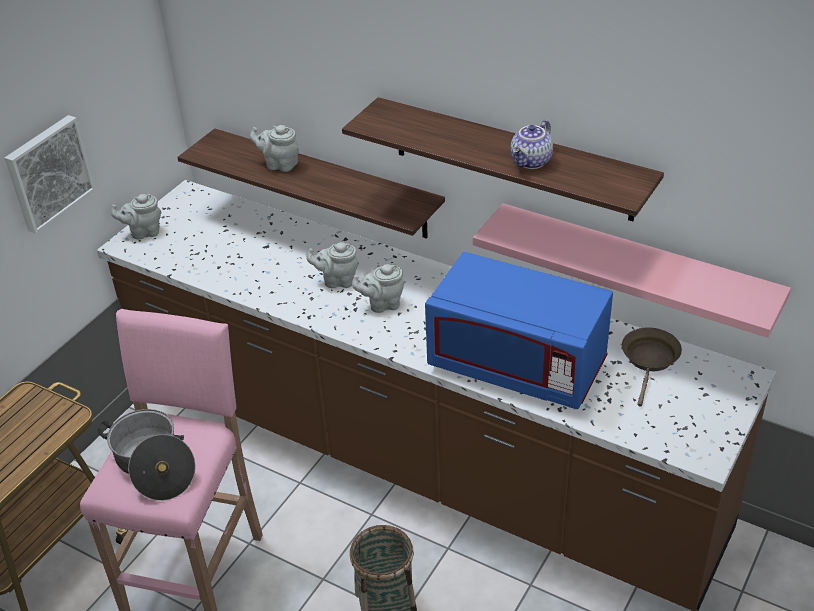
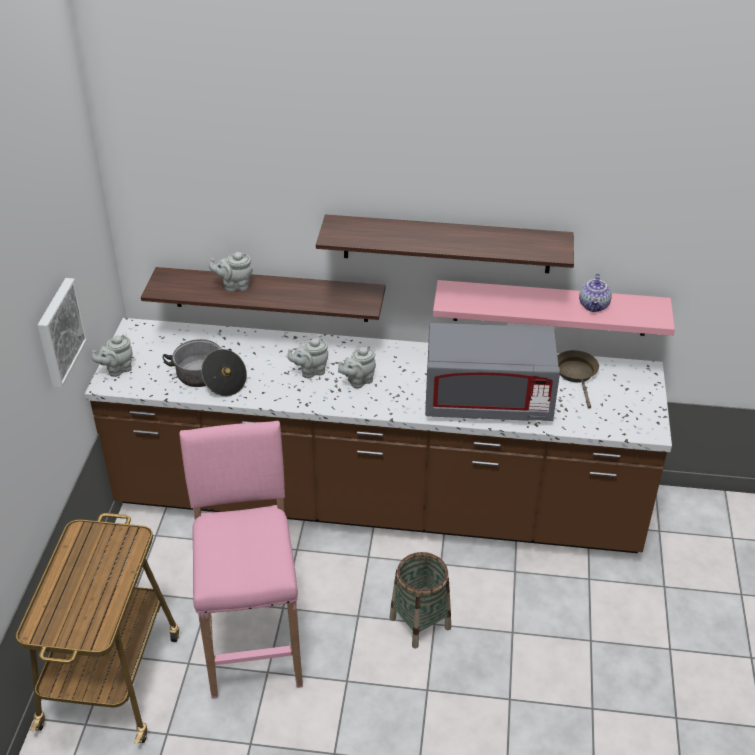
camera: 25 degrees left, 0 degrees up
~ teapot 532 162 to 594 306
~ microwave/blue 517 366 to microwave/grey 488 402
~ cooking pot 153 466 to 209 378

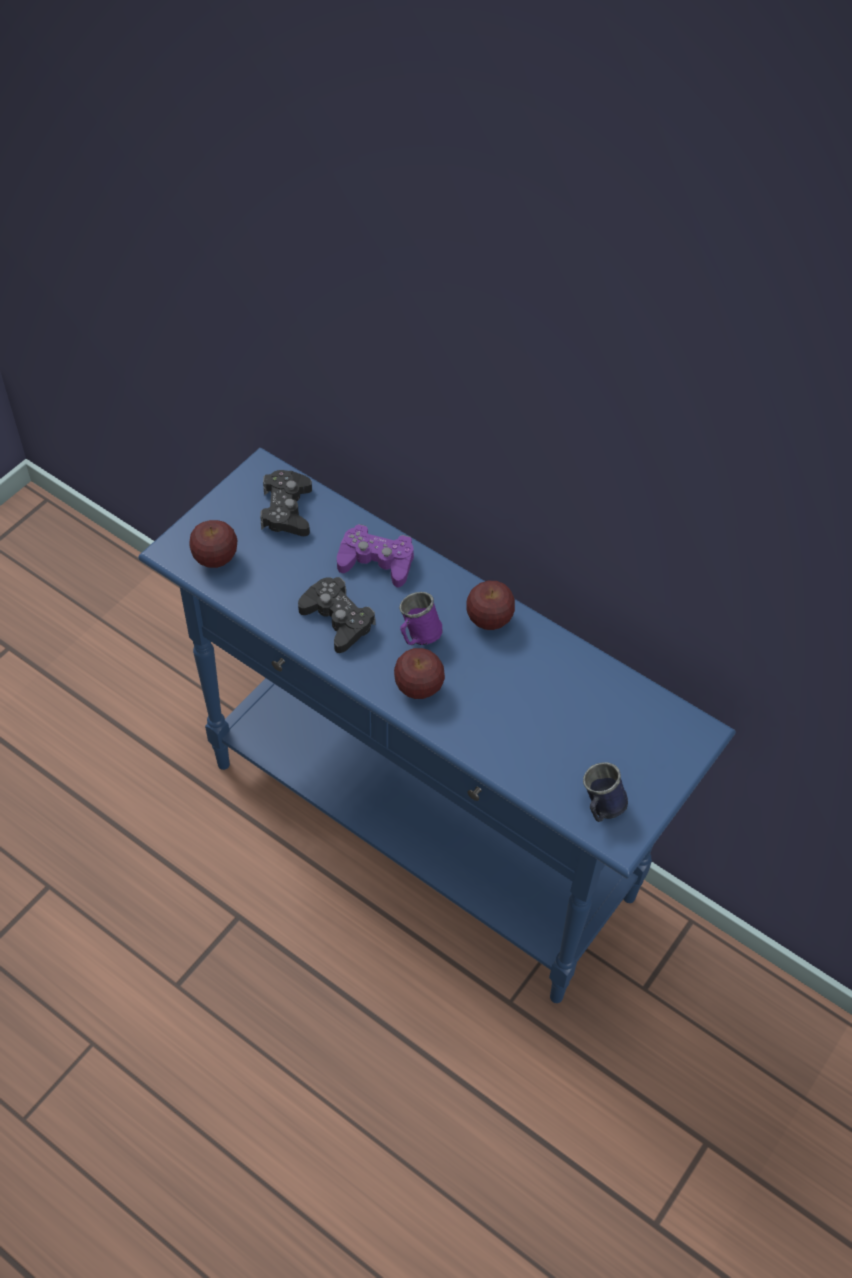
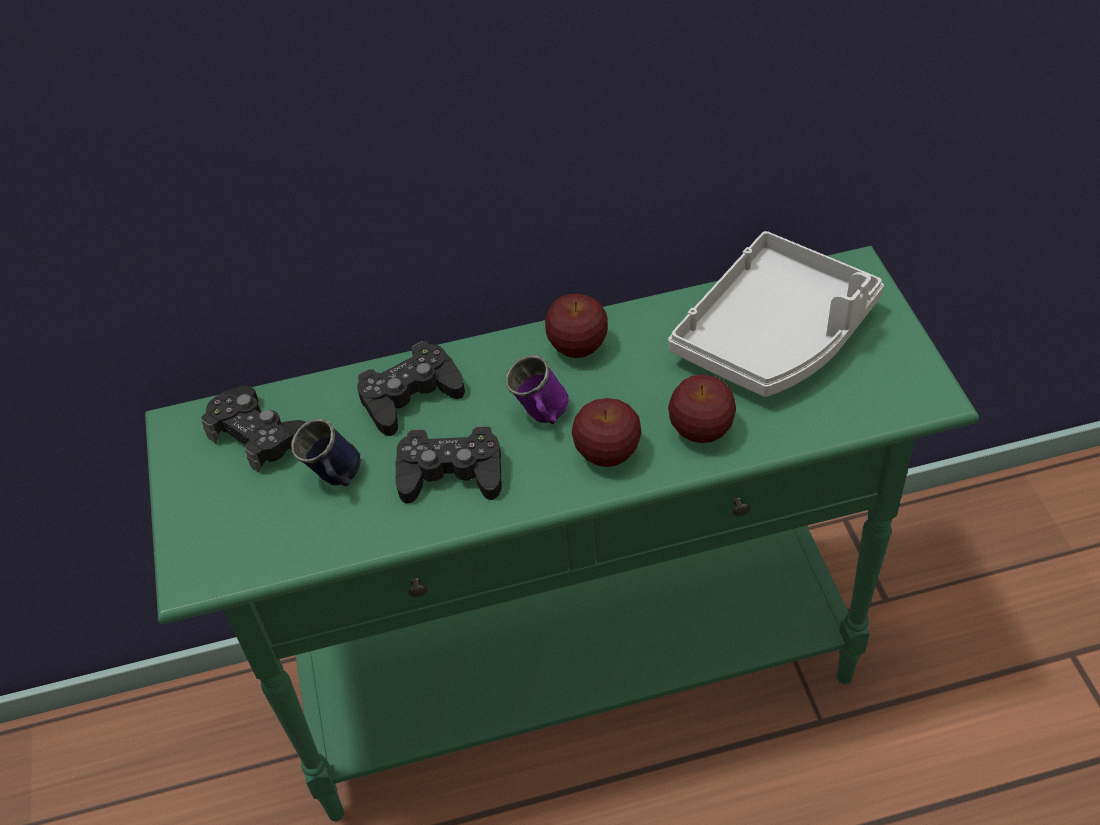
camera: 45 degrees left, 5 degrees down
~ console table/blue 421 832 to console table/green 577 675
~ apple 216 558 to 701 430
~ game controller/purple 376 561 to game controller/black 410 396
~ mug/blue 600 809 to 335 479
+ tray/grey 775 335

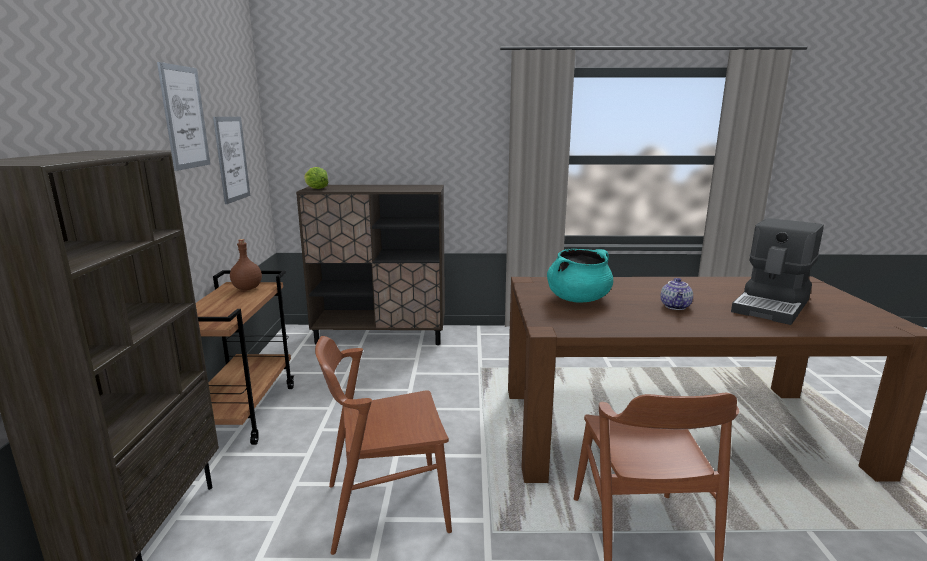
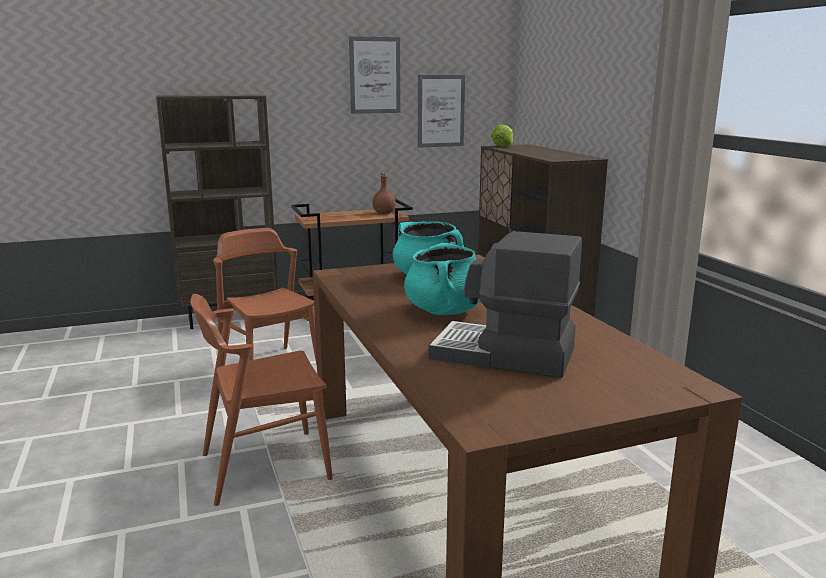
camera: 70 degrees right, 0 degrees up
~ teapot 676 306 to cooking pot/turquoise 445 311

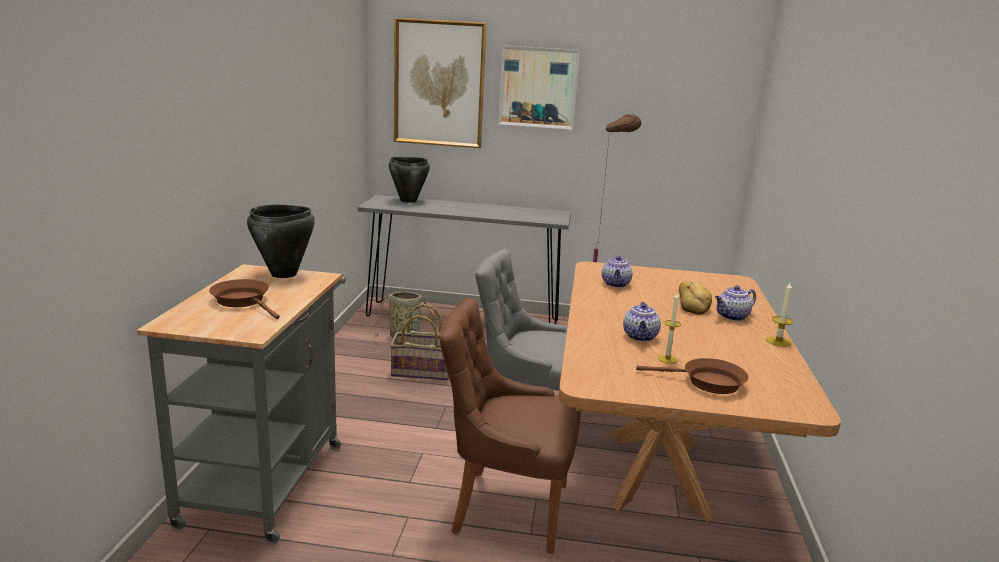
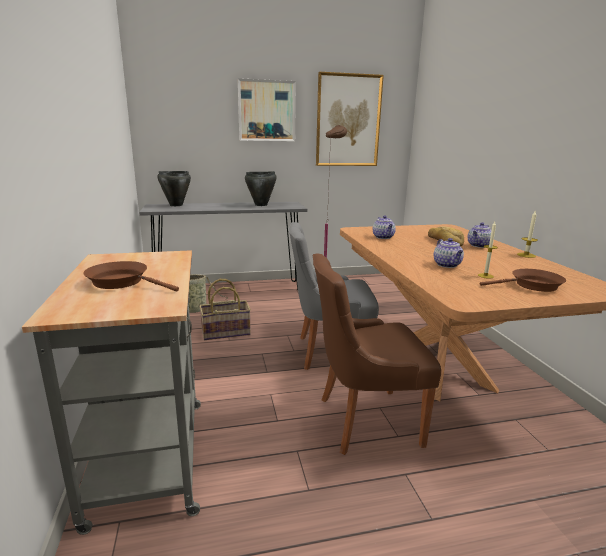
camera: 20 degrees left, 0 degrees up
~ picture 439 84 to 348 121
~ cooking pot/black 284 274 to 261 205

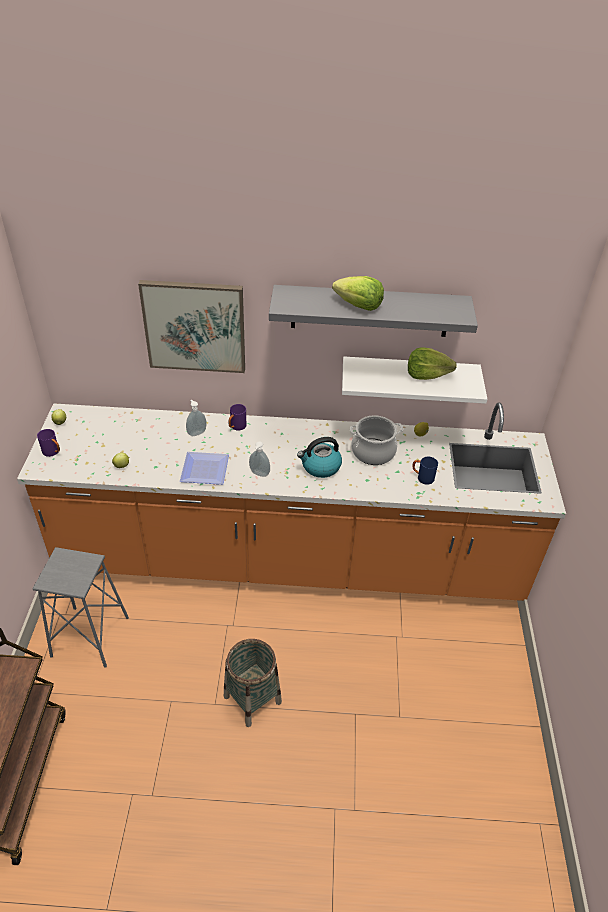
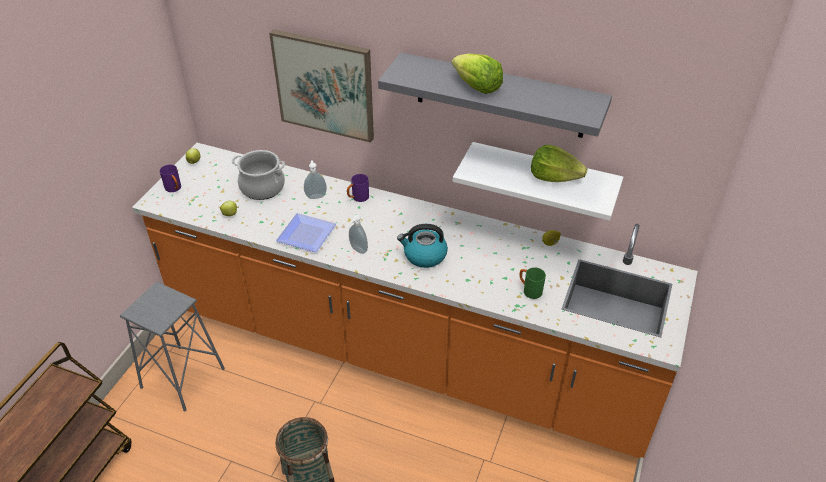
camera: 20 degrees right, 0 degrees up
~ cooking pot 373 452 to 262 187
~ mug/blue 422 478 to mug/green 529 290

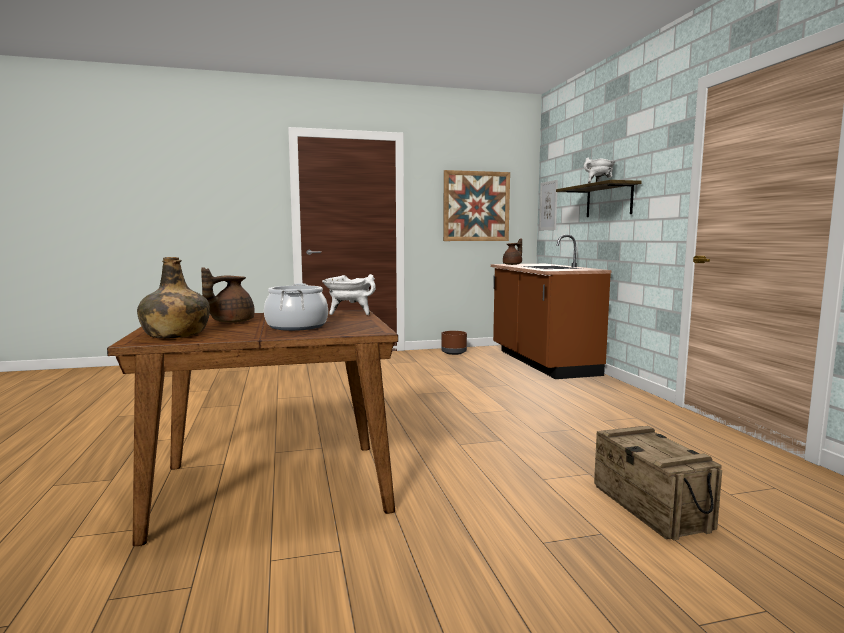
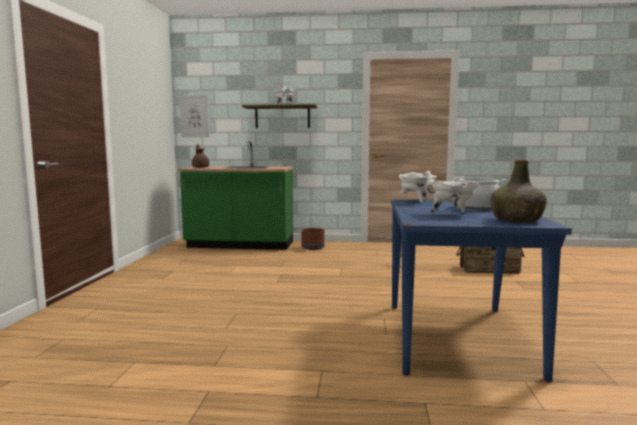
camera: 70 degrees left, 0 degrees up
- picture 476 206
~ counter/brown 541 362 to counter/green 240 245
~ teapot/brown 230 322 to cooking pot/white 452 214
~ dining table/brown 271 488 to dining table/blue 457 337
~ planter/brown 453 353 to 313 248

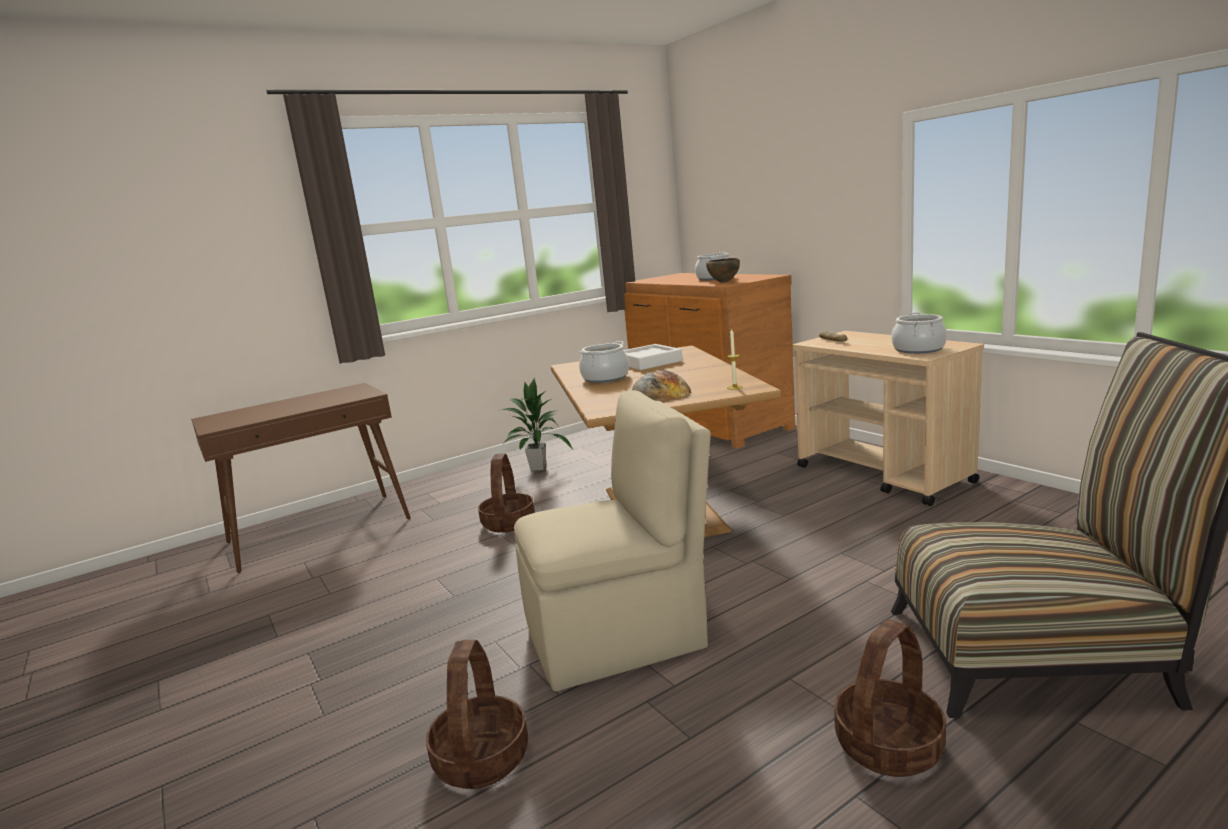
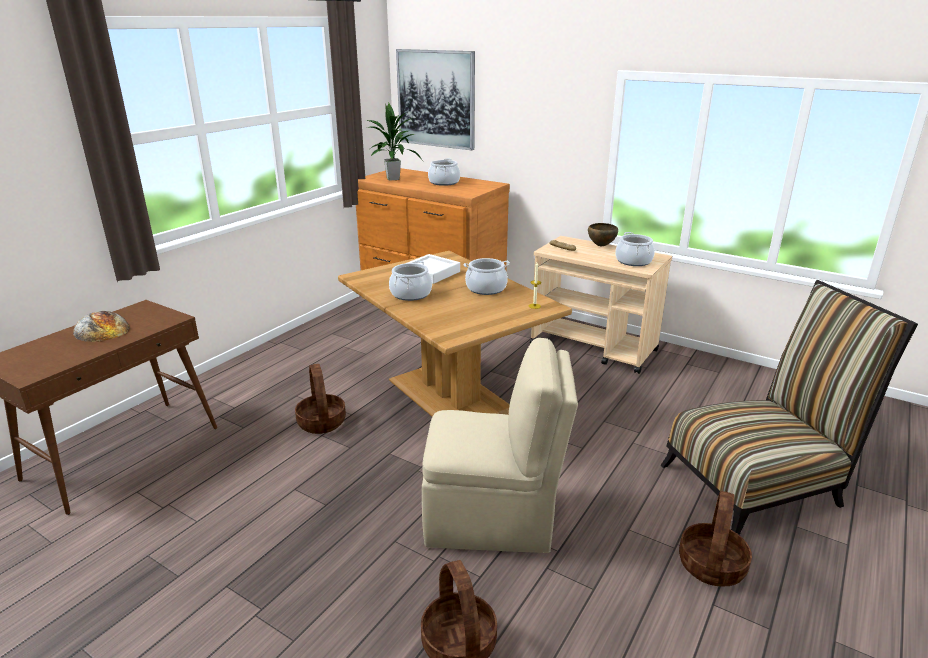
camera: 25 degrees left, 10 degrees up
~ bowl/brown 723 282 to 601 246
~ bread 661 391 to 102 329
~ potted plant 538 468 to 393 179
~ chair/beige 619 636 = 492 518 45 degrees clockwise
+ picture 436 99
+ cooking pot 486 288

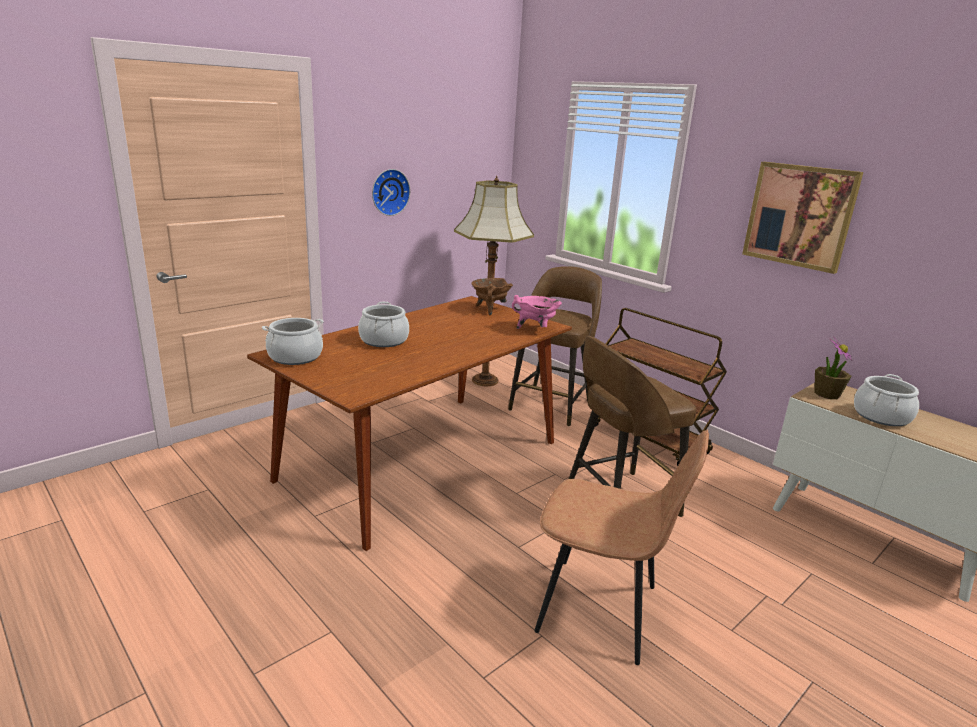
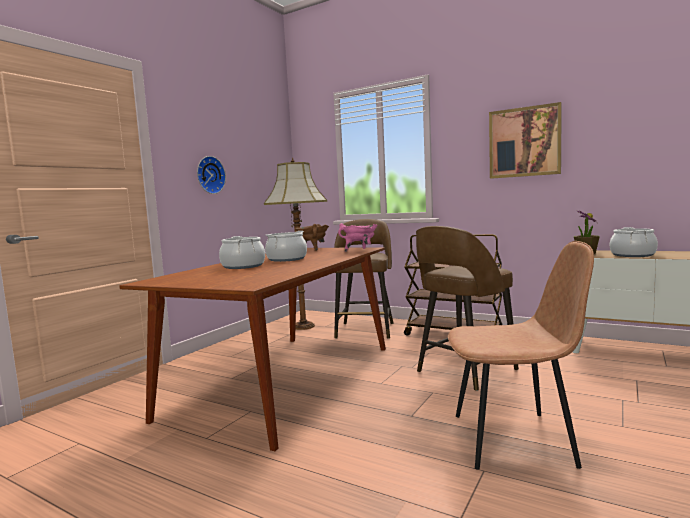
camera: 15 degrees left, 15 degrees down
~ cooking pot 295 357 to 286 259

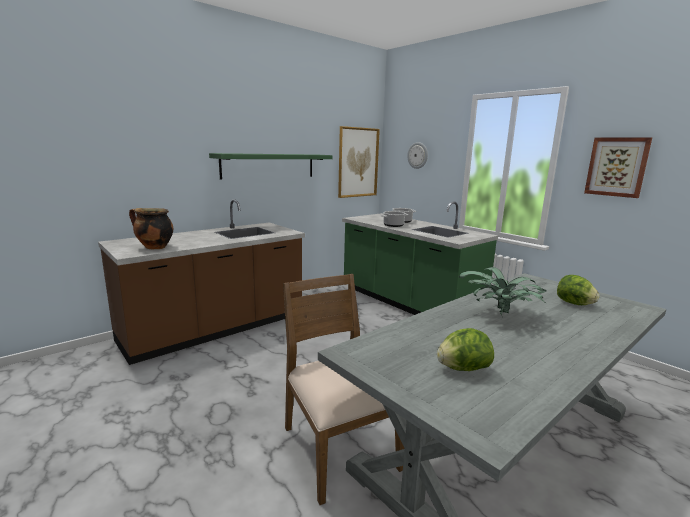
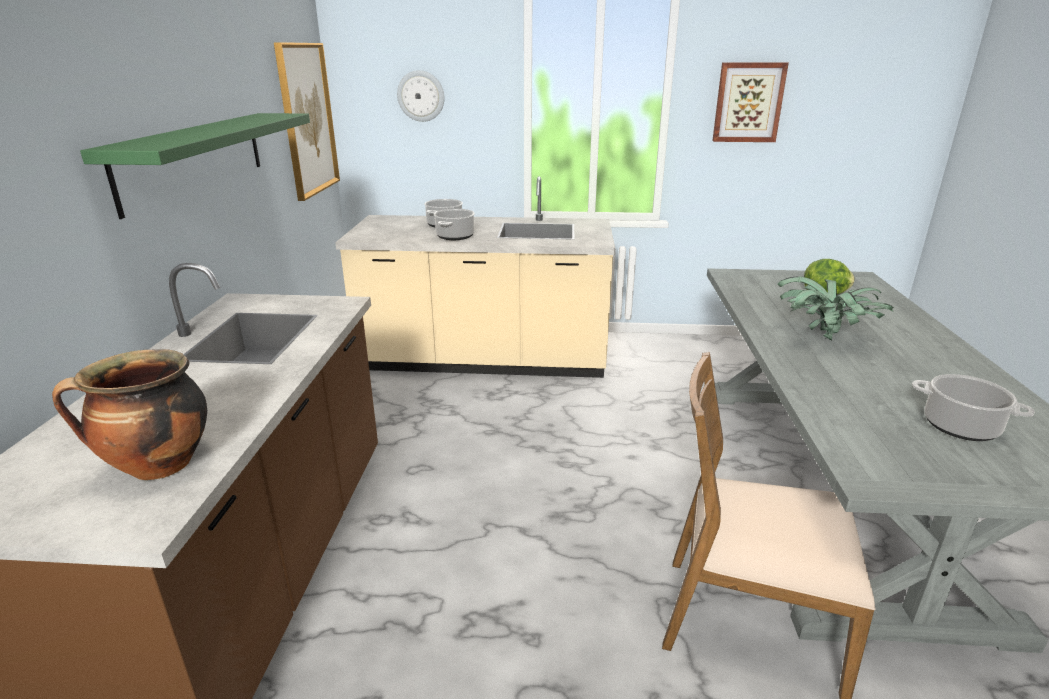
camera: 45 degrees left, 10 degrees up
~ counter/green 407 303 to counter/beige 484 360
~ lettuce 463 369 to cooking pot 961 426

